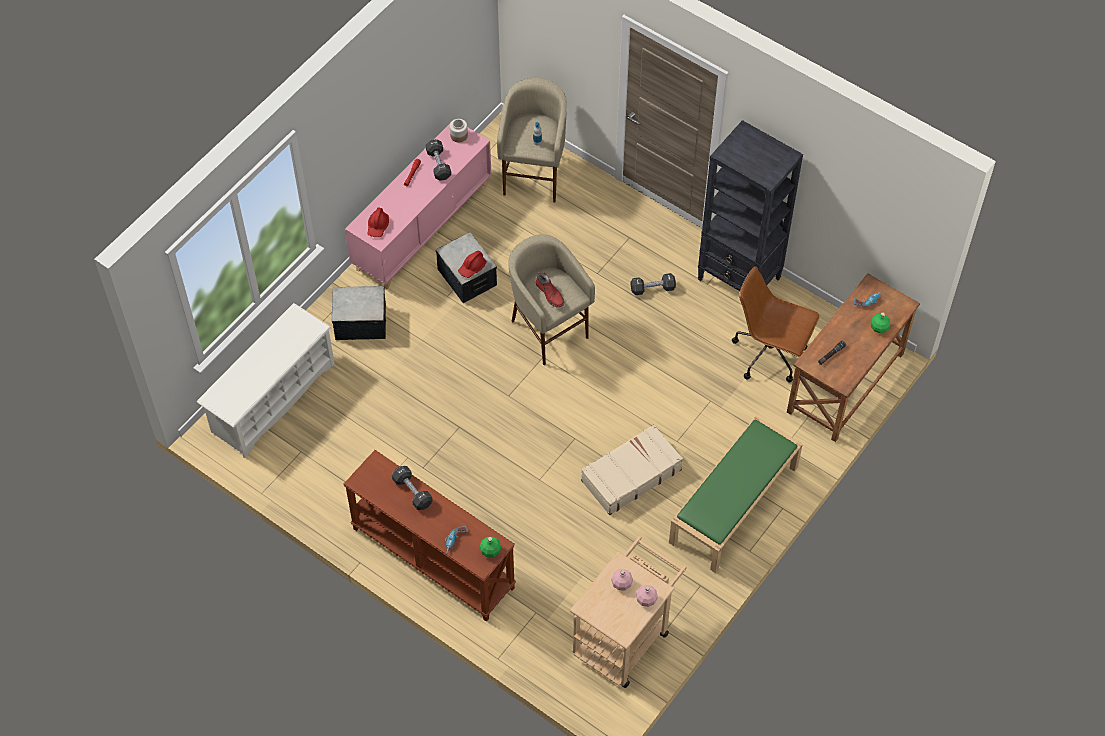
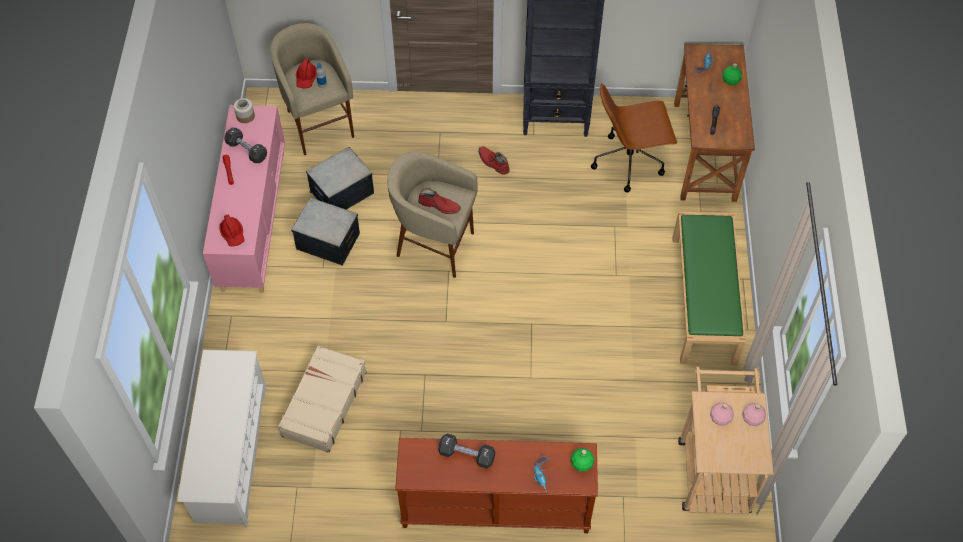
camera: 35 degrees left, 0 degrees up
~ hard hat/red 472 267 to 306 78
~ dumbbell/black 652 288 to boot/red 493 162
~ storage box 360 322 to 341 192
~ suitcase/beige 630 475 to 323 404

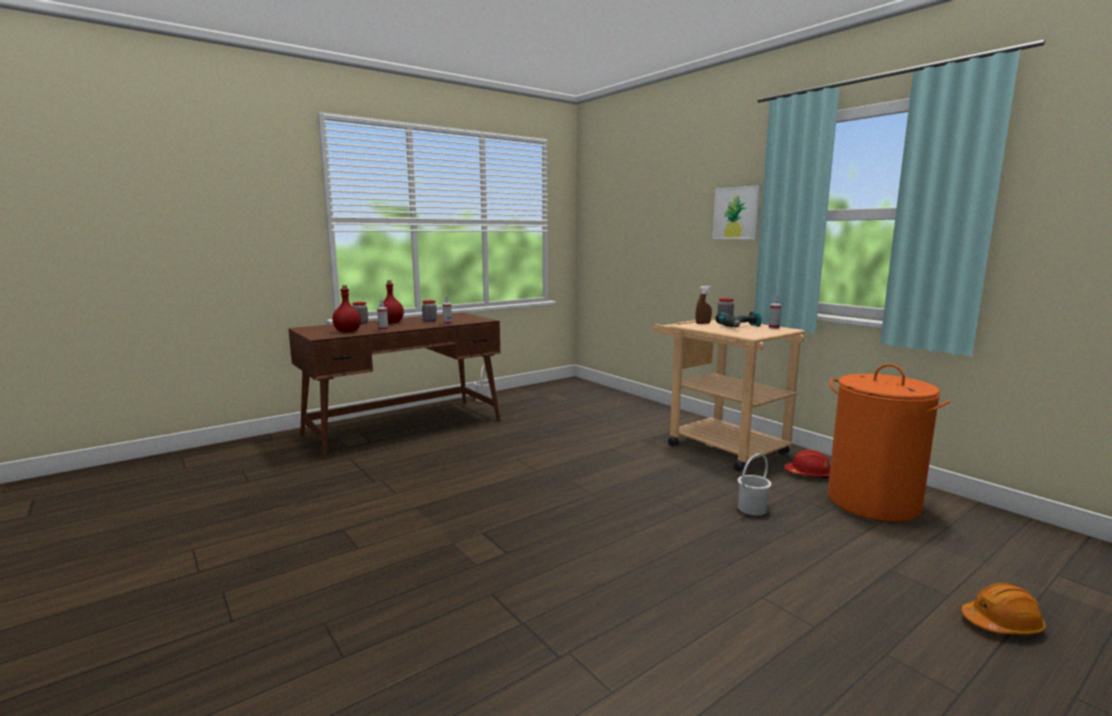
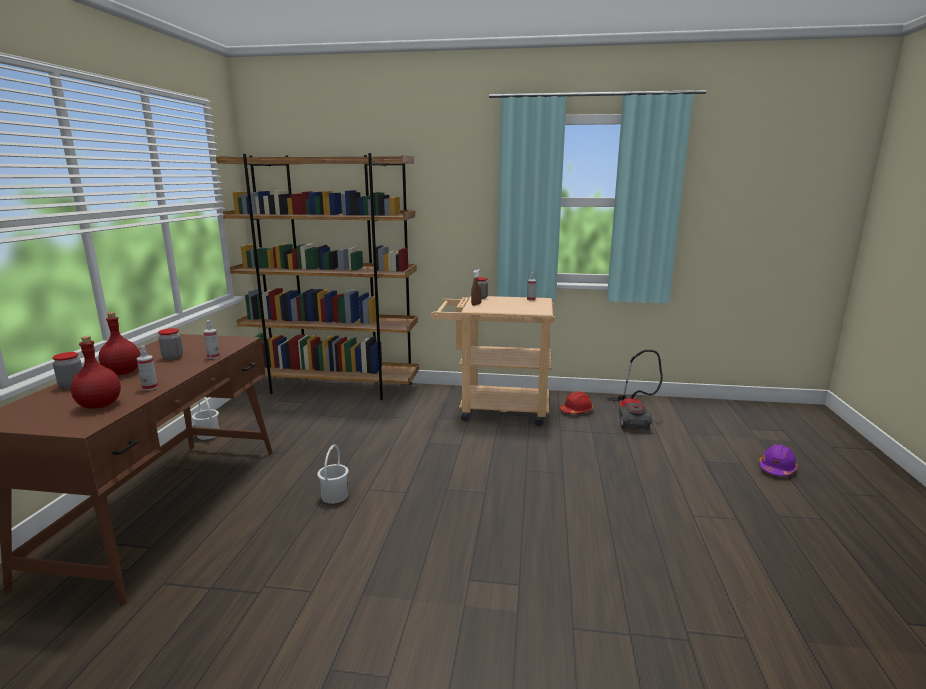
camera: 45 degrees left, 5 degrees up
- picture 736 213
- power drill 741 327
~ laundry basket/orange 872 502 to vacuum cleaner 632 418
~ bucket/white 751 508 to 334 496
~ hard hat/orange 1002 624 to hard hat/purple 776 469
+ bookcase/brown 334 388

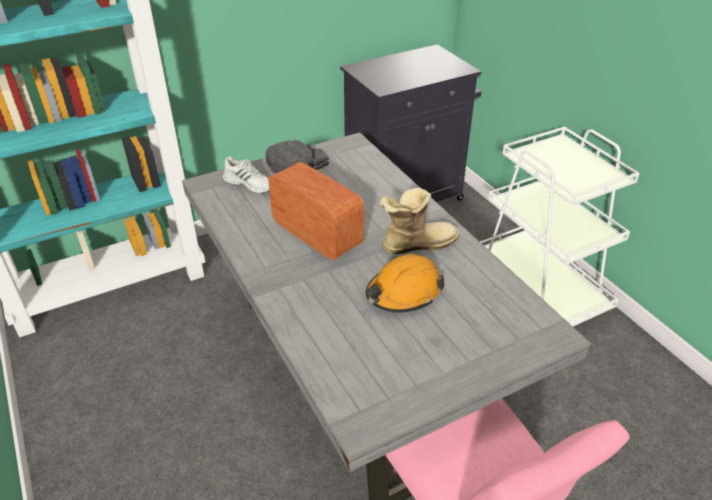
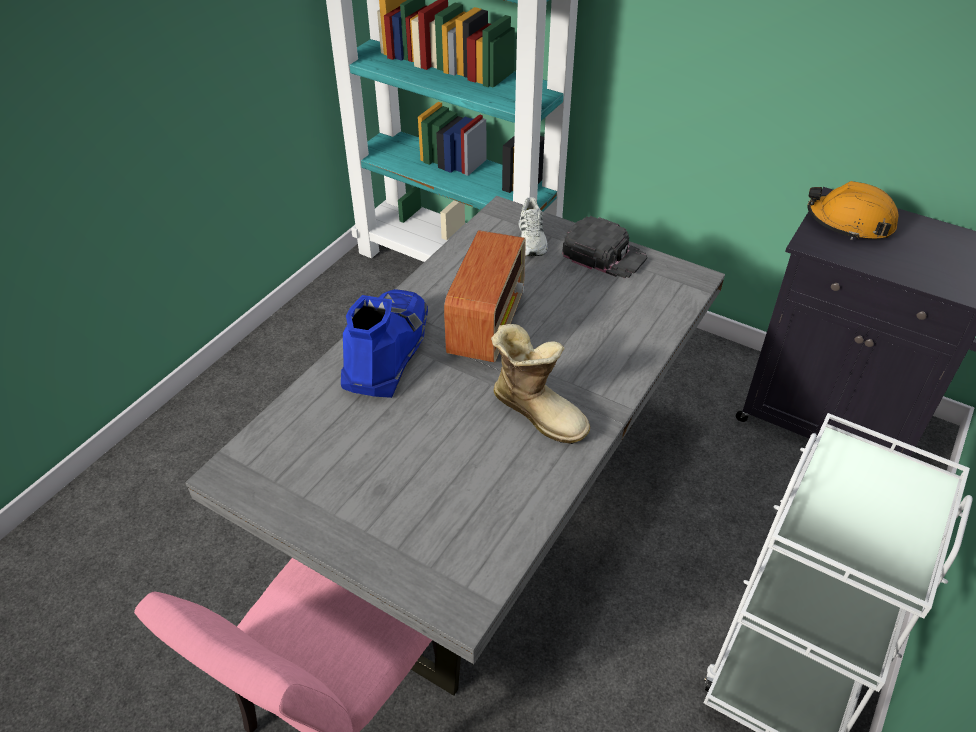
camera: 60 degrees right, 5 degrees up
~ hard hat/orange 403 292 to 849 222
+ boot/blue 386 352

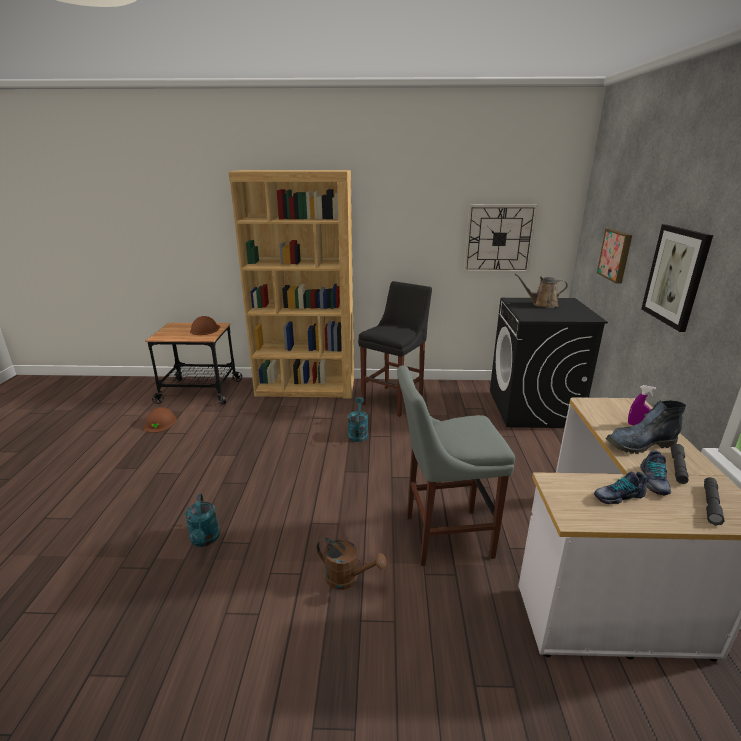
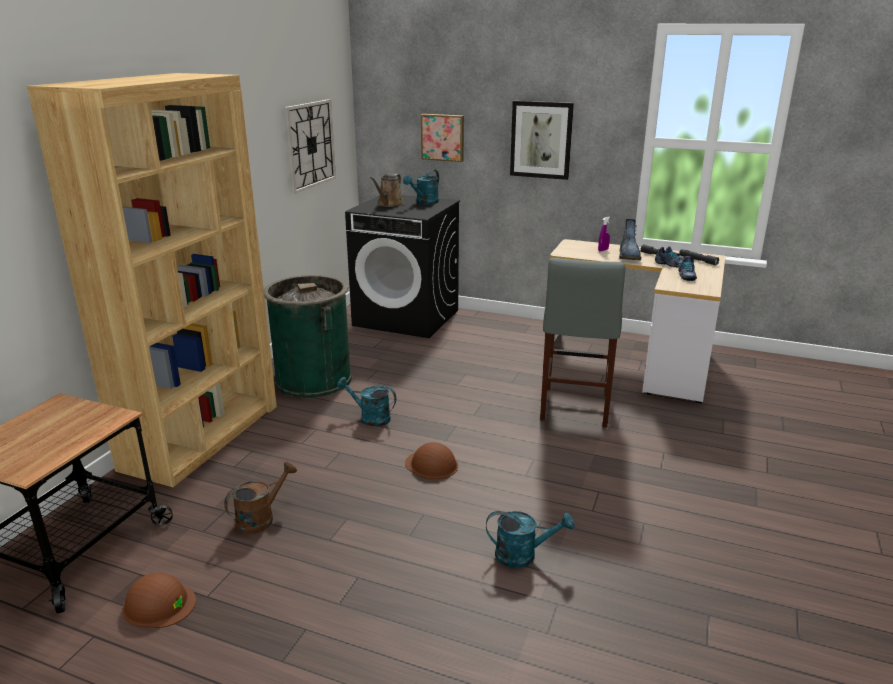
camera: 70 degrees left, 0 degrees up
~ stool/black 394 400 to trash can/green 313 379
~ hard hat/brown 205 329 to 432 465
~ watering can/brown 348 578 to 261 518
+ watering can/turquoise 424 202

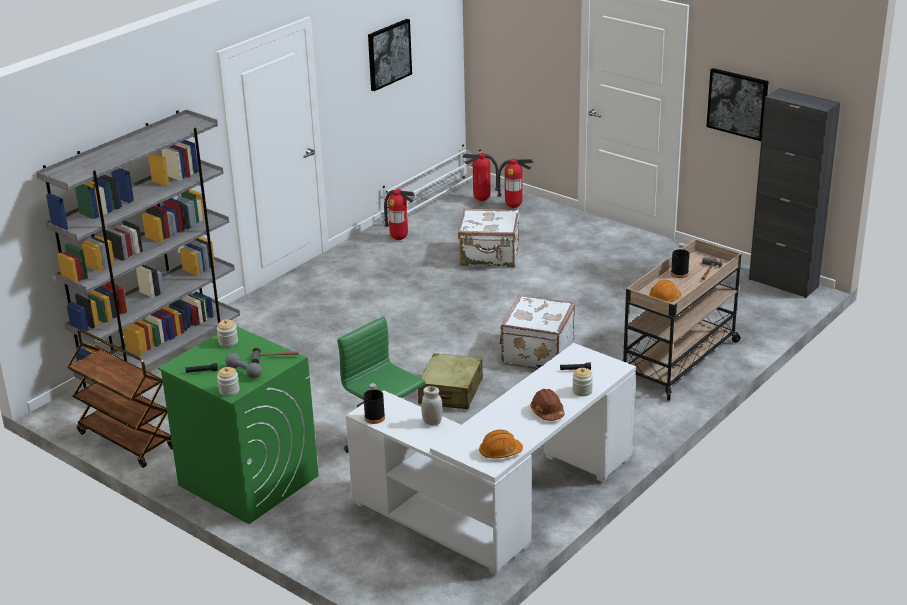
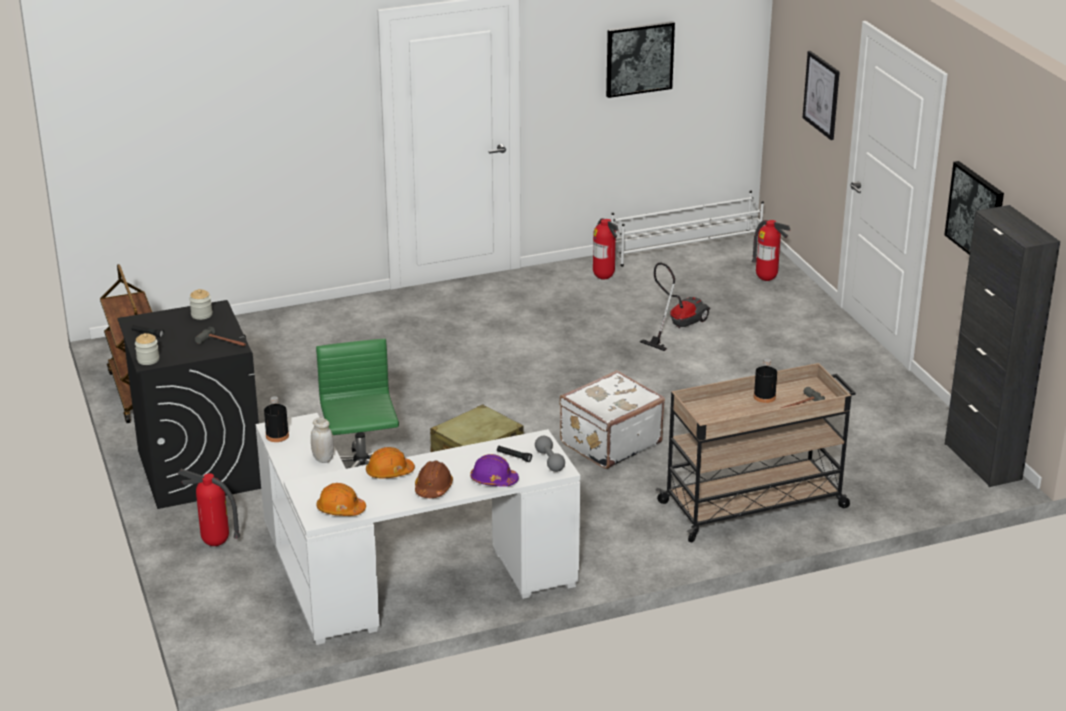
camera: 30 degrees right, 0 degrees up
- bookcase/grey 162 360
~ fire extinguisher 482 200 to 215 544
~ suitcase/white 490 256 to vacuum cleaner 677 326
~ hard hat/orange 664 299 to 389 472
~ washing machine/green 247 480 to washing machine/black 199 468
~ dumbbell/grey 244 372 to 549 461
~ jar 582 391 to hard hat/purple 493 480
+ picture 821 95

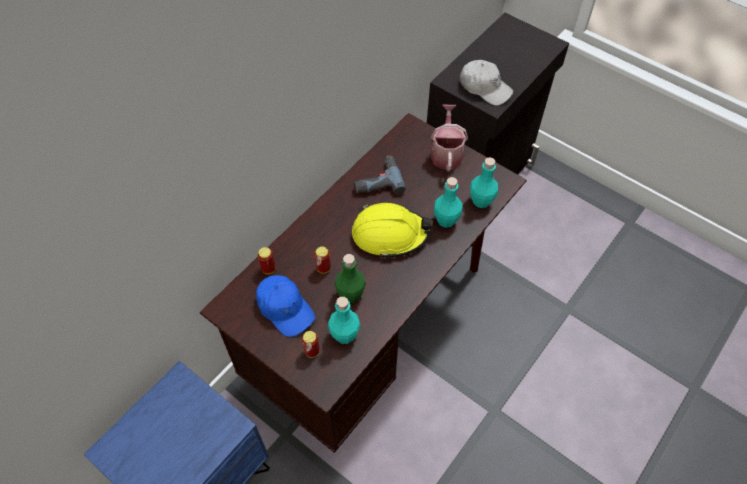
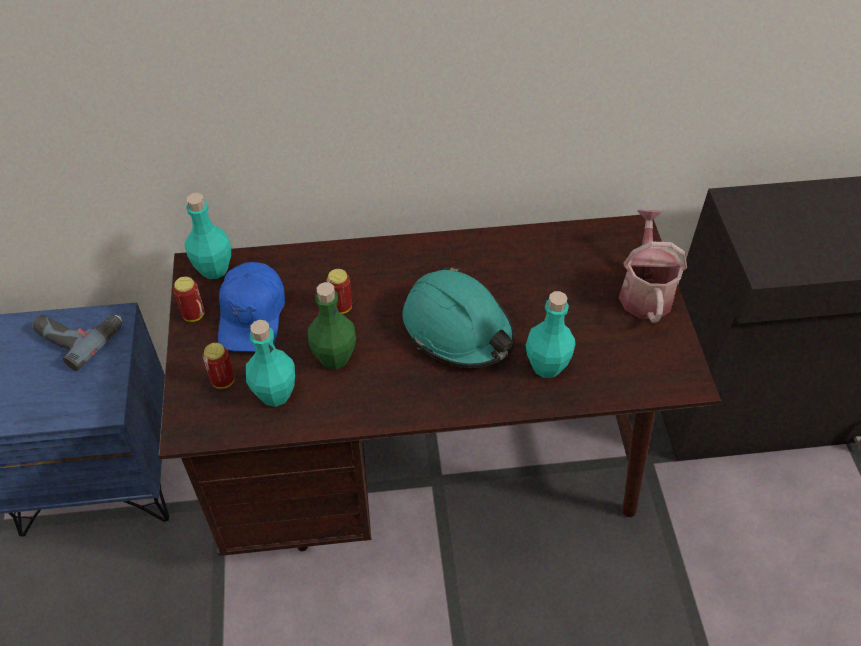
camera: 45 degrees right, 5 degrees down
- cap/white 485 88
~ watering can 446 153 = 644 291 45 degrees counterclockwise
~ power drill 376 180 to 78 335
~ bottle/turquoise 481 201 to 214 269
~ hard hat/yellow 390 234 to hard hat/turquoise 458 329
~ can 268 269 to 193 315

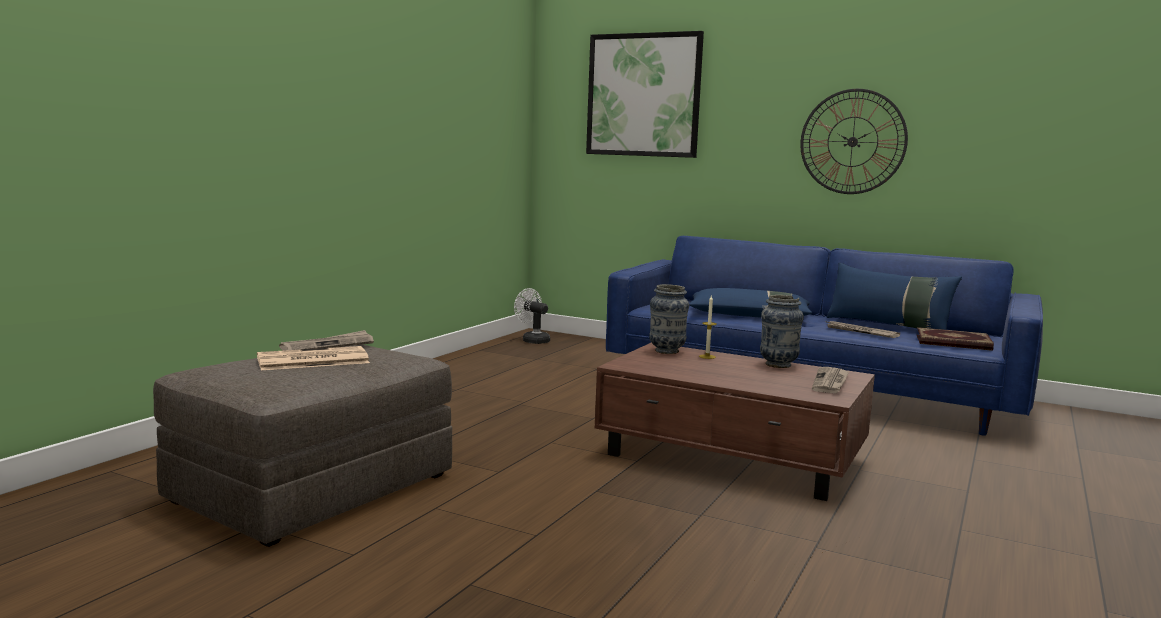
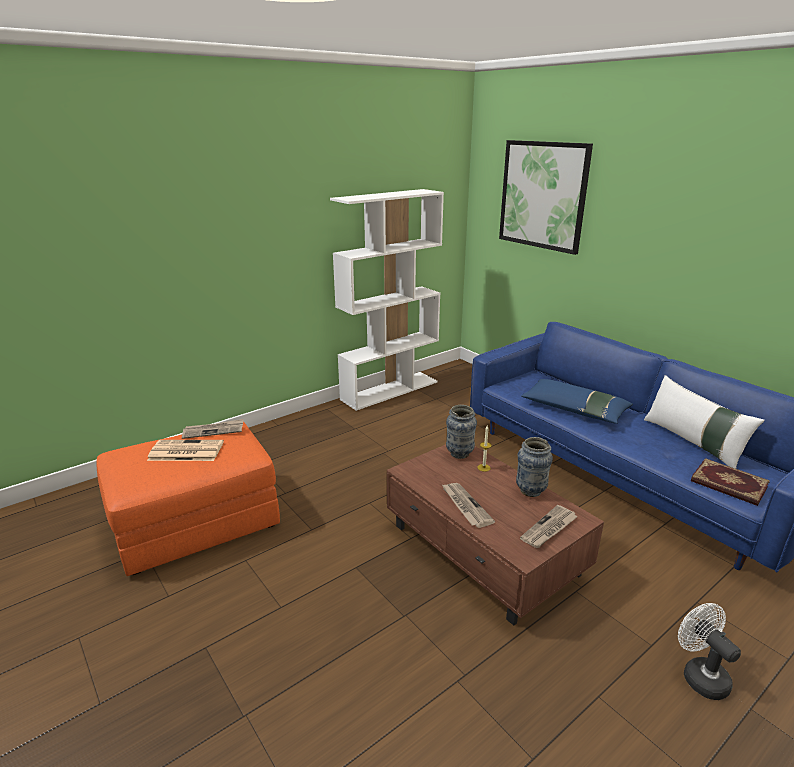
camera: 25 degrees right, 15 degrees up
- wall clock 852 141
~ pillow/blue 888 326 to pillow/white 693 442
~ fan/white 532 340 to 699 675
~ newspaper 860 332 to 465 506
~ ottoman/grey 314 488 to ottoman/orange 196 521
+ bookcase/white 390 390

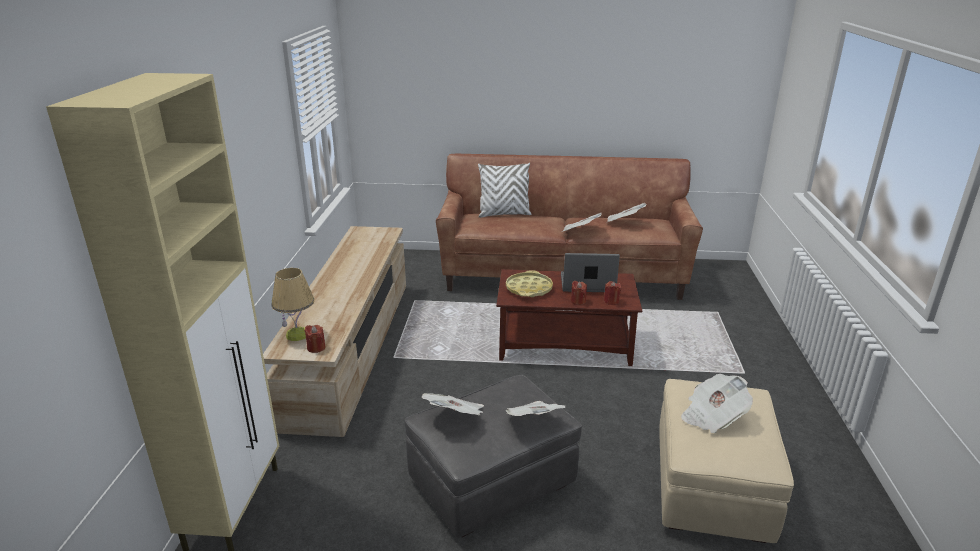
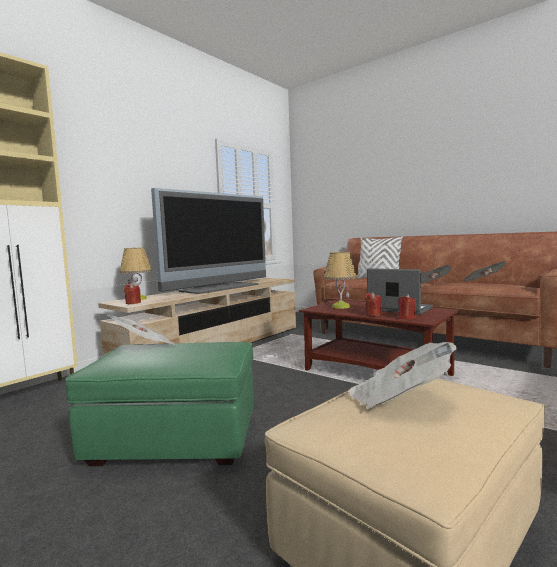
camera: 35 degrees right, 20 degrees down
~ tray/yellow 529 289 to table lamp 340 307
~ ottoman/grey 492 483 to ottoman/green 175 439
- newspaper 534 421
+ television 220 288

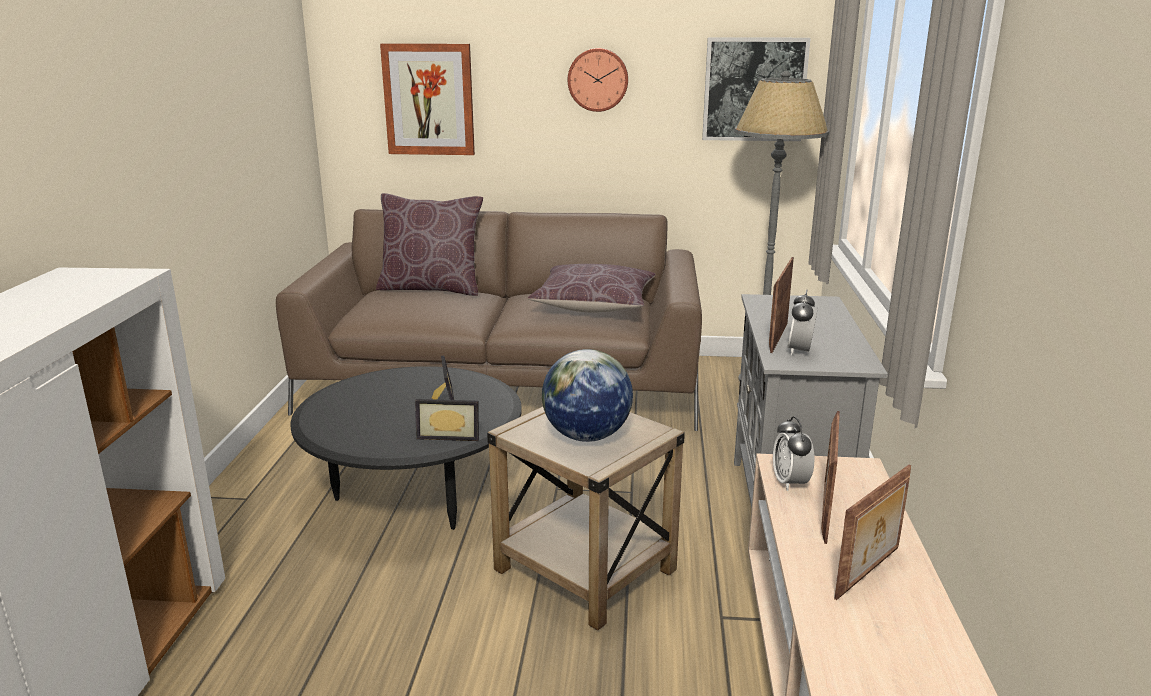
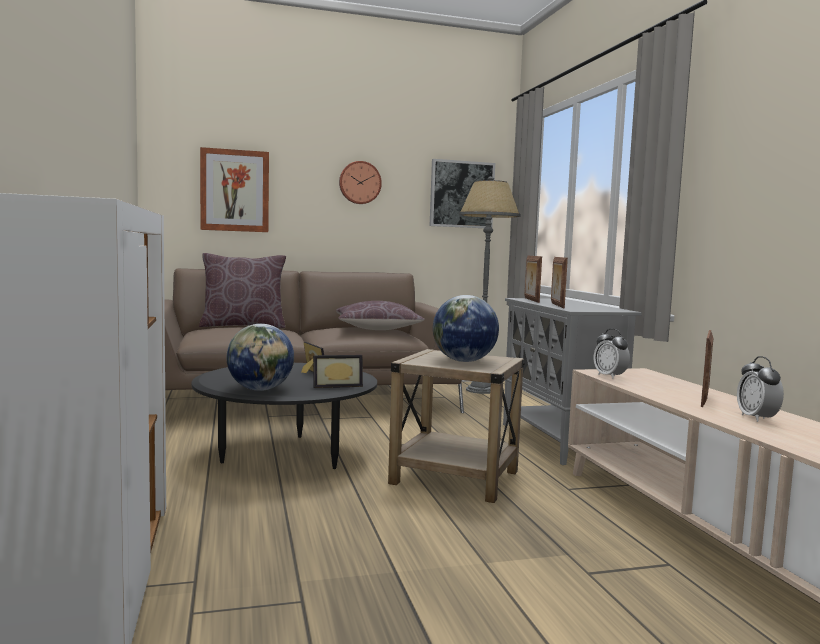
camera: 20 degrees left, 15 degrees down
~ alarm clock 799 351 to 757 418
~ picture frame 825 513 to 531 300
+ globe 260 389

